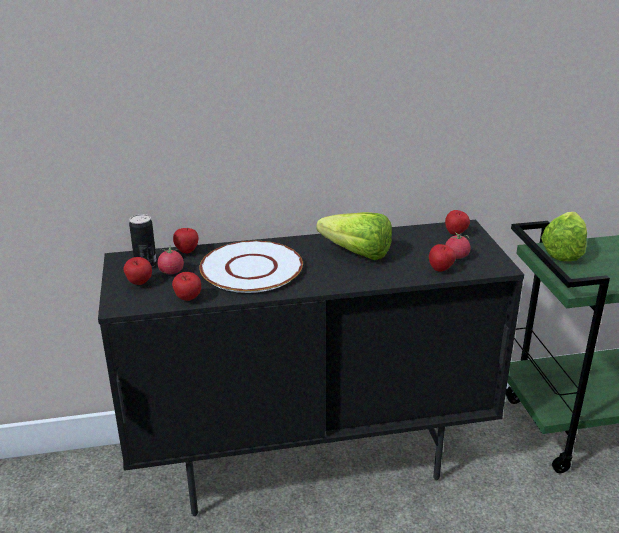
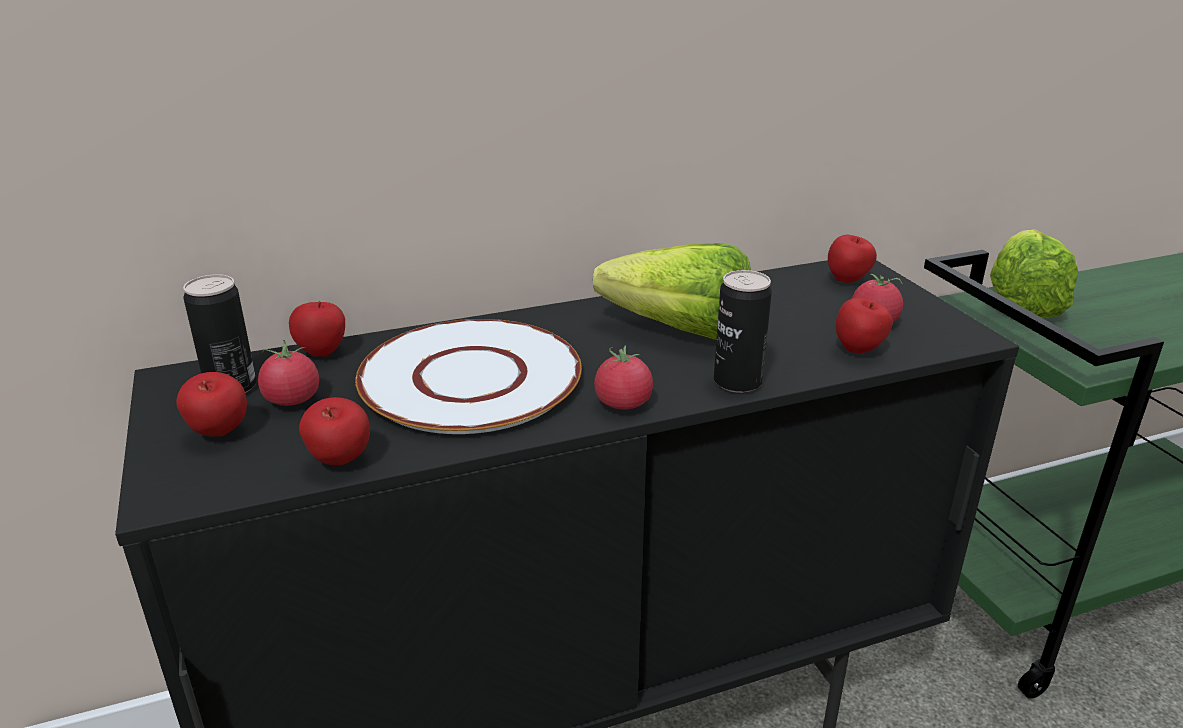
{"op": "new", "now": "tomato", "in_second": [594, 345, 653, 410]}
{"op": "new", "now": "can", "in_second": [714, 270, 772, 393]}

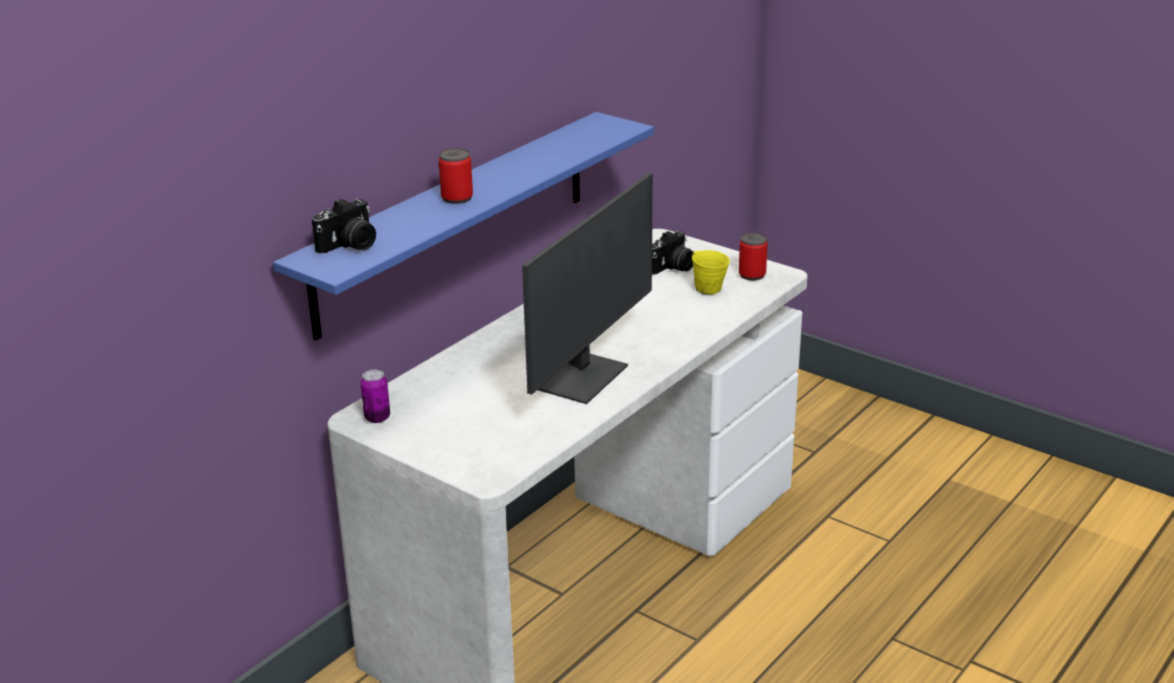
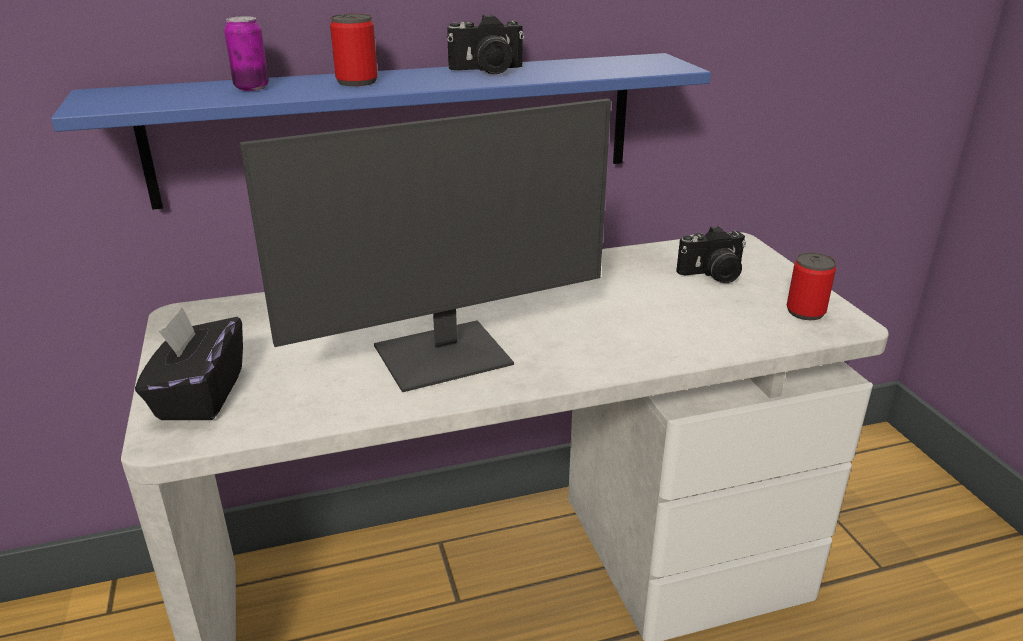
{"op": "shifted", "was": "still camera", "in_first": [312, 199, 376, 254], "in_second": [447, 14, 524, 74]}
{"op": "shifted", "was": "can", "in_first": [360, 370, 390, 423], "in_second": [224, 16, 269, 91]}
{"op": "gone", "was": "mug in yellow-coloured", "in_first": [692, 250, 730, 295]}
{"op": "new", "now": "tissue holder in blackish", "in_second": [135, 307, 243, 420]}

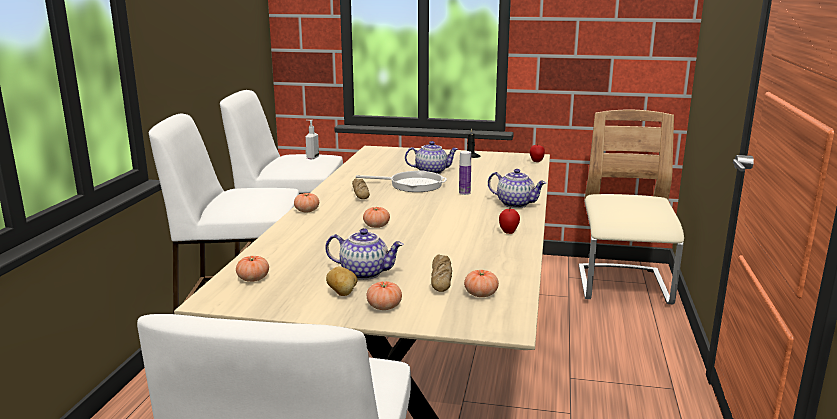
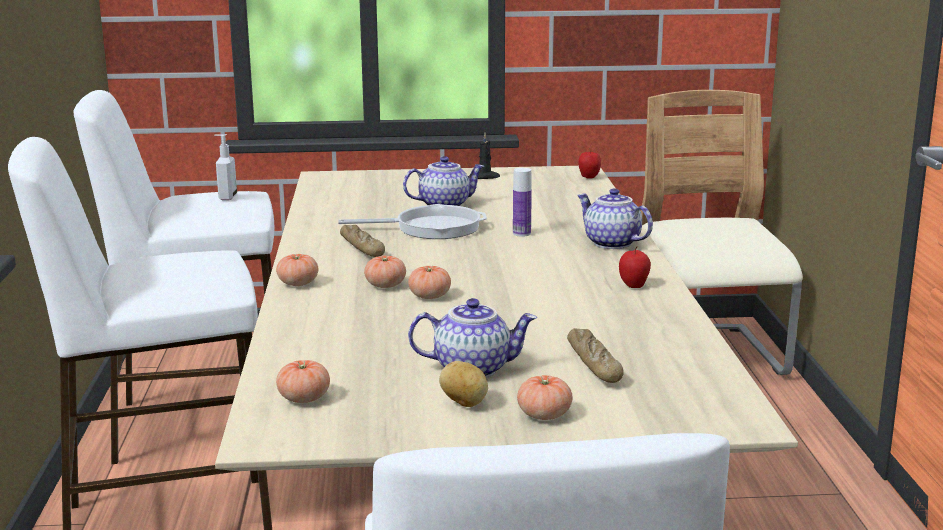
{"op": "shifted", "was": "tomato", "in_first": [464, 270, 499, 297], "in_second": [364, 255, 406, 288]}
{"op": "rotated", "was": "tea pot", "in_first": [488, 169, 546, 208], "in_second": [577, 188, 653, 249], "clockwise": -150}

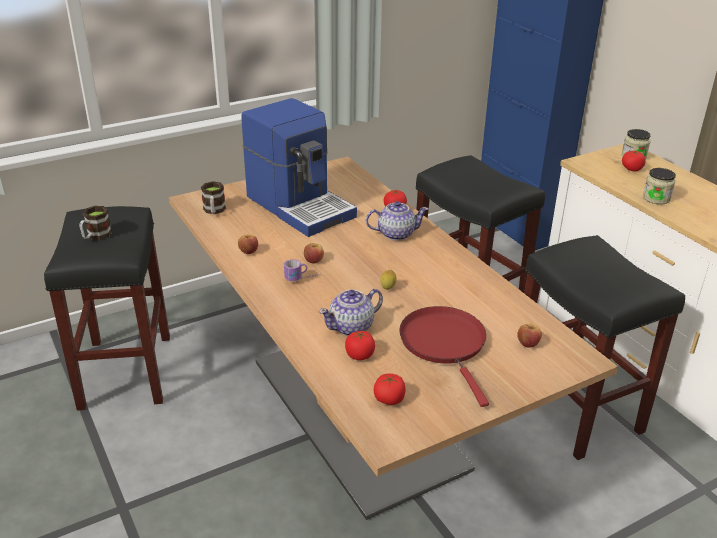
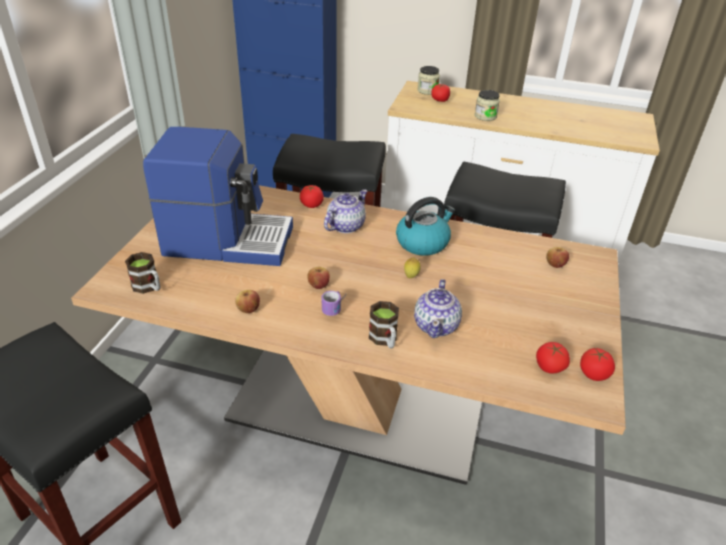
{"op": "shifted", "was": "mug", "in_first": [80, 206, 112, 240], "in_second": [369, 301, 399, 349]}
{"op": "shifted", "was": "tomato", "in_first": [345, 331, 375, 360], "in_second": [580, 348, 615, 381]}
{"op": "gone", "was": "skillet in reddish", "in_first": [399, 306, 489, 407]}
{"op": "new", "now": "tea kettle", "in_second": [396, 197, 455, 256]}

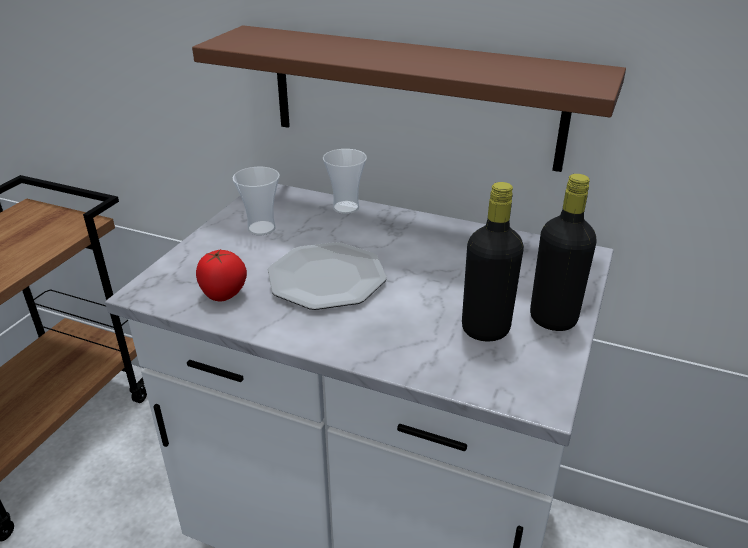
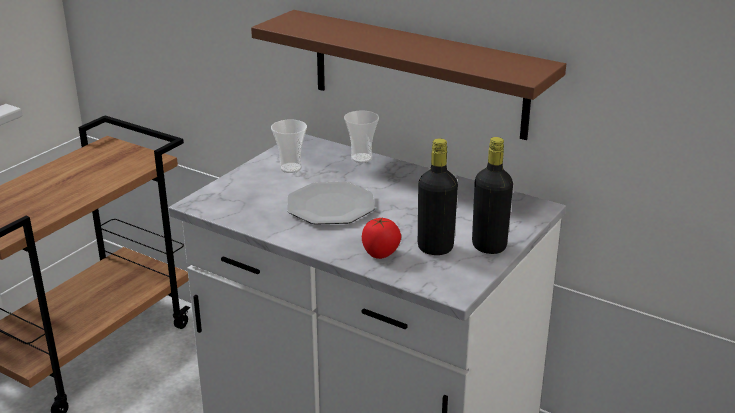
{"op": "shifted", "was": "tomato", "in_first": [196, 250, 247, 302], "in_second": [362, 217, 401, 259]}

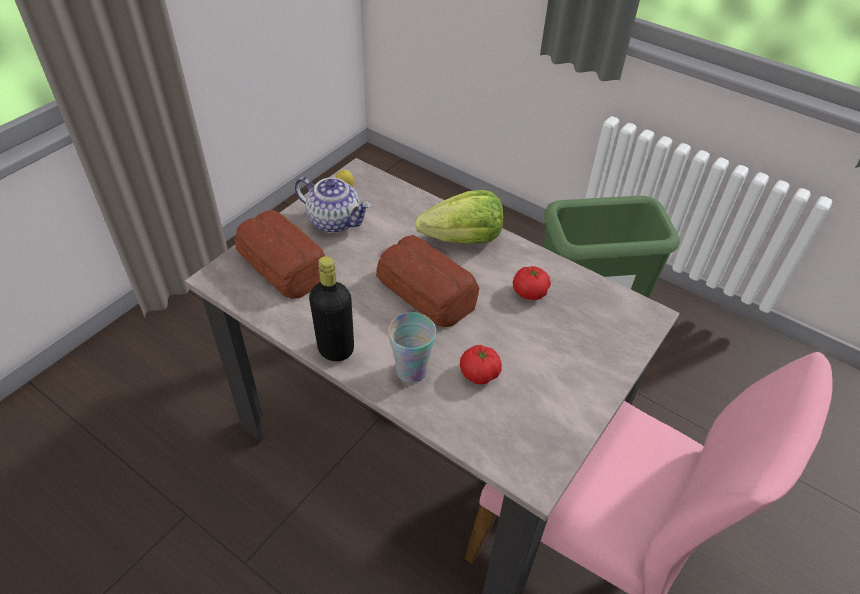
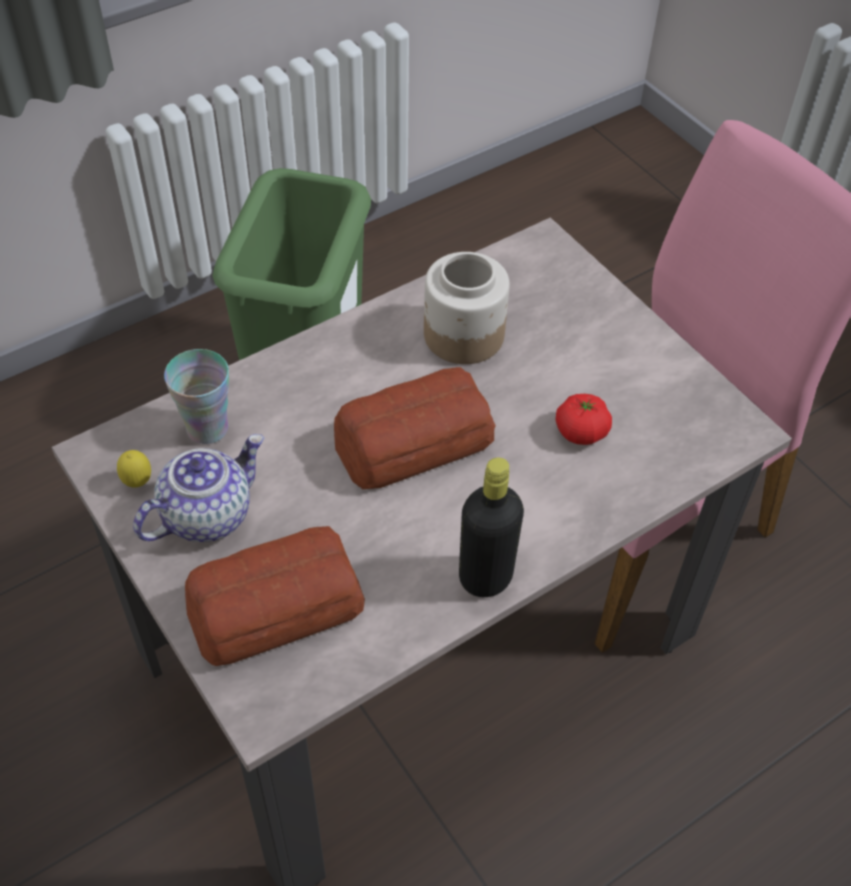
{"op": "shifted", "was": "drinking cup", "in_first": [388, 312, 436, 383], "in_second": [164, 349, 229, 444]}
{"op": "gone", "was": "lettuce head", "in_first": [415, 190, 503, 244]}
{"op": "swapped", "was": "tomato", "now": "jar", "in_first": [513, 266, 551, 300], "in_second": [424, 252, 510, 364]}

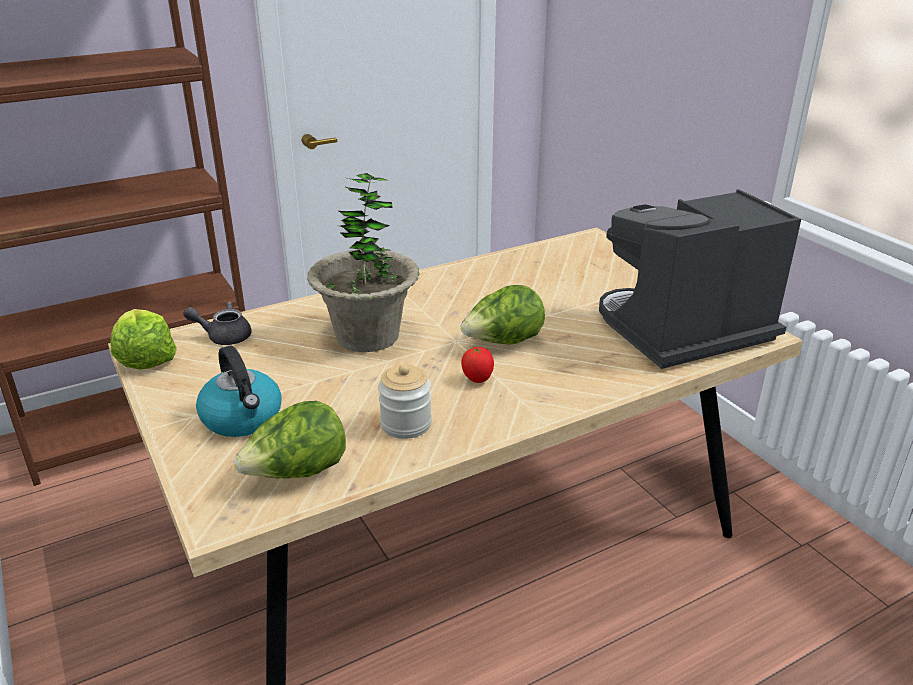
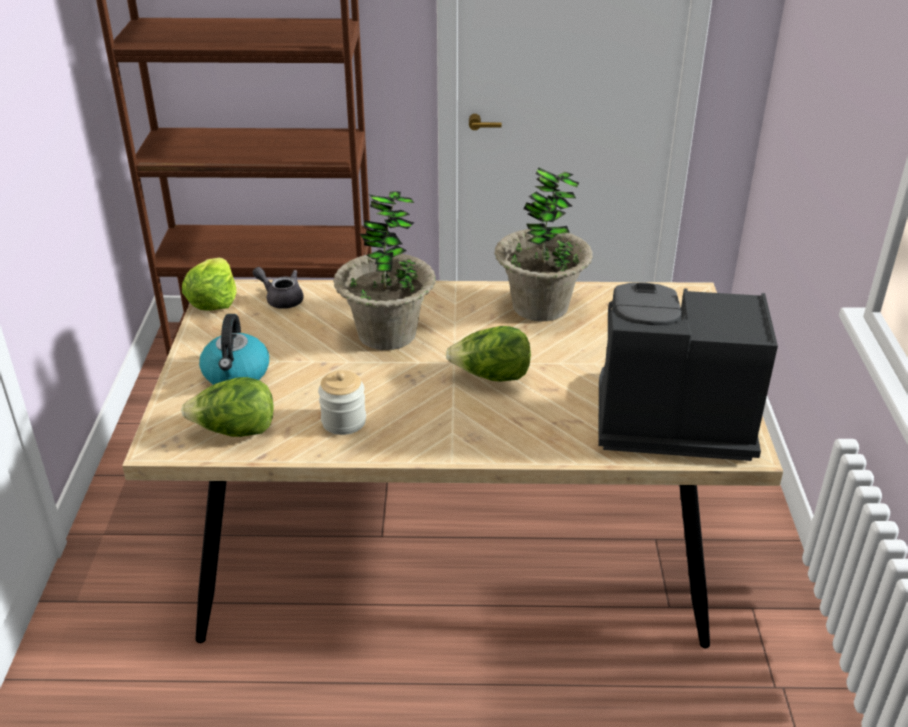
{"op": "gone", "was": "tomato", "in_first": [461, 347, 494, 383]}
{"op": "new", "now": "houseplant", "in_second": [494, 167, 593, 321]}

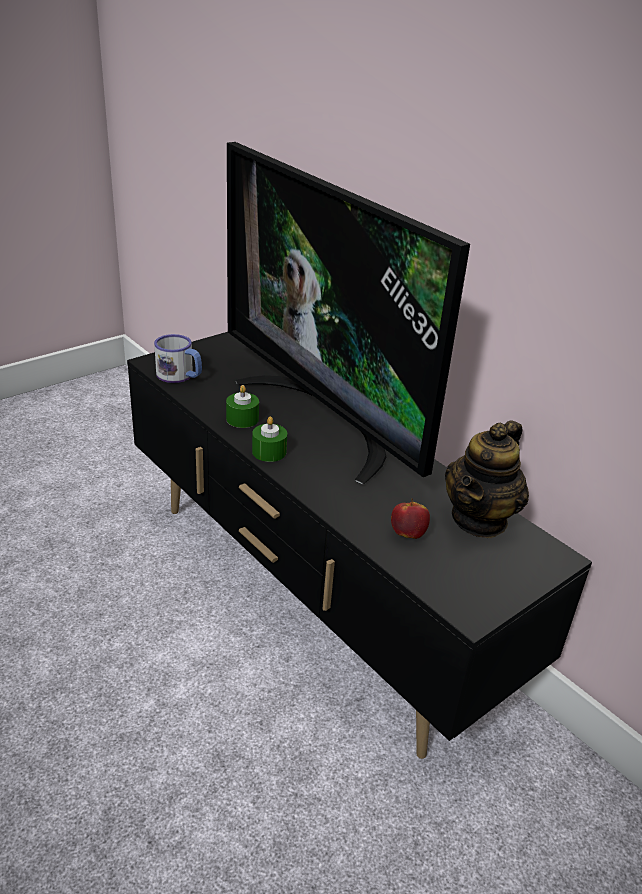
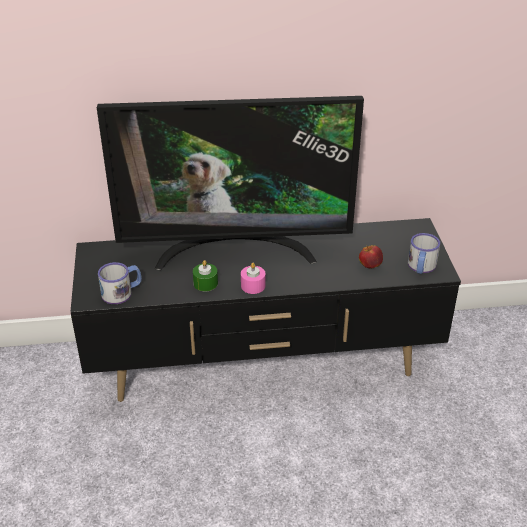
{"op": "repainted", "was": "wax light in greenish", "now": "wax light in pinkish", "in_first": [252, 416, 287, 462], "in_second": [241, 263, 265, 294]}
{"op": "gone", "was": "tea pot", "in_first": [445, 420, 529, 538]}
{"op": "new", "now": "mug", "in_second": [408, 233, 440, 274]}

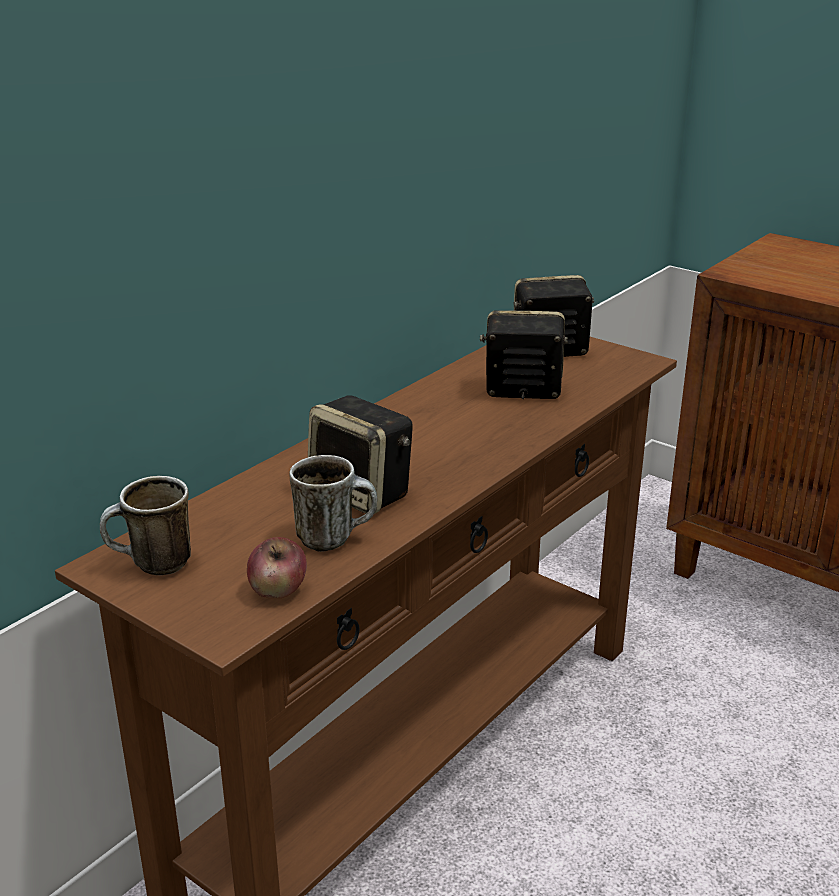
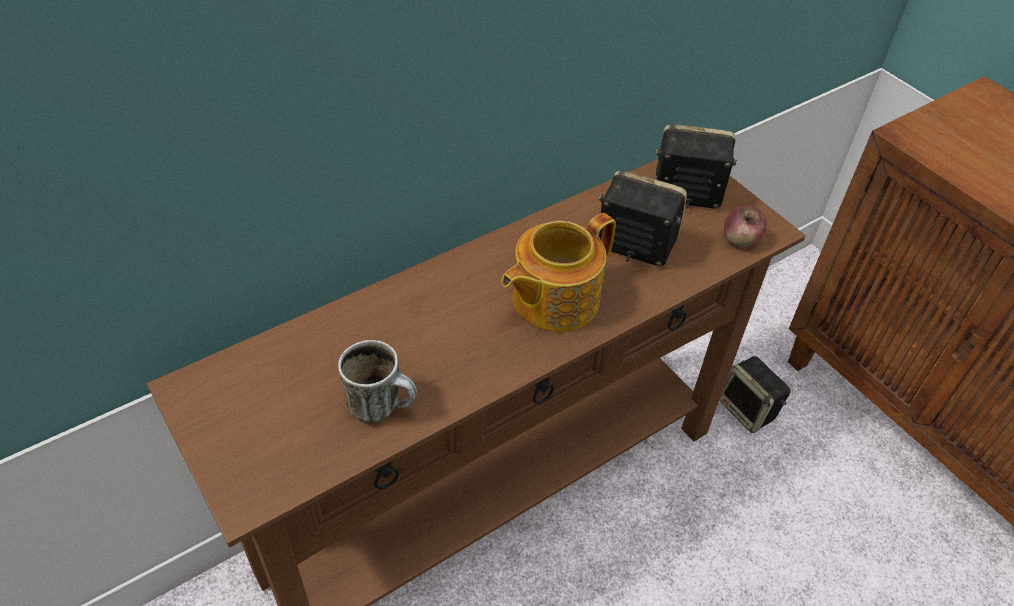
{"op": "gone", "was": "mug", "in_first": [100, 476, 191, 575]}
{"op": "shifted", "was": "apple fruit", "in_first": [247, 537, 307, 599], "in_second": [724, 205, 767, 247]}
{"op": "shifted", "was": "loudspeaker", "in_first": [308, 395, 413, 514], "in_second": [719, 356, 791, 433]}
{"op": "new", "now": "tea pot", "in_second": [501, 213, 616, 332]}

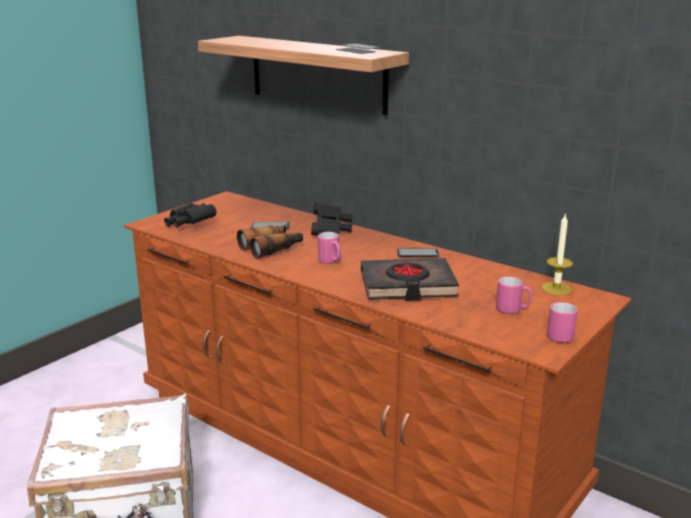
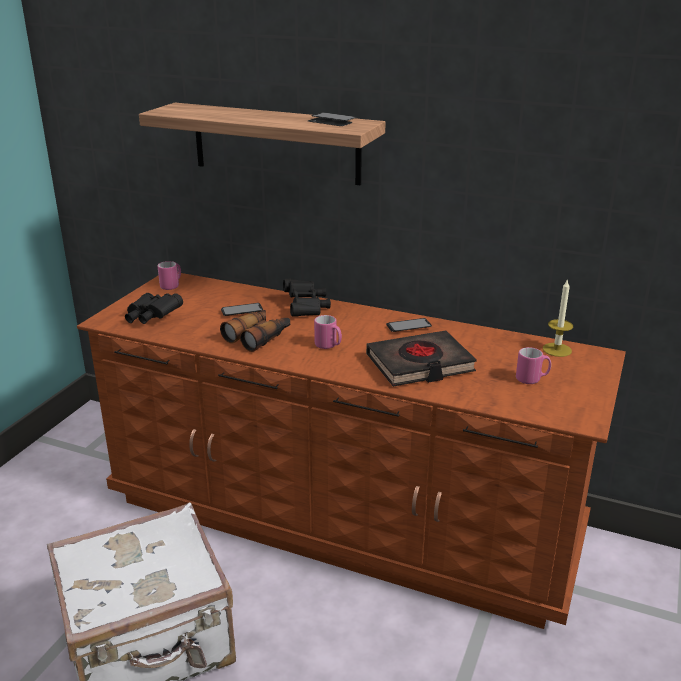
{"op": "shifted", "was": "mug in pinkish", "in_first": [547, 302, 578, 343], "in_second": [158, 261, 181, 290]}

